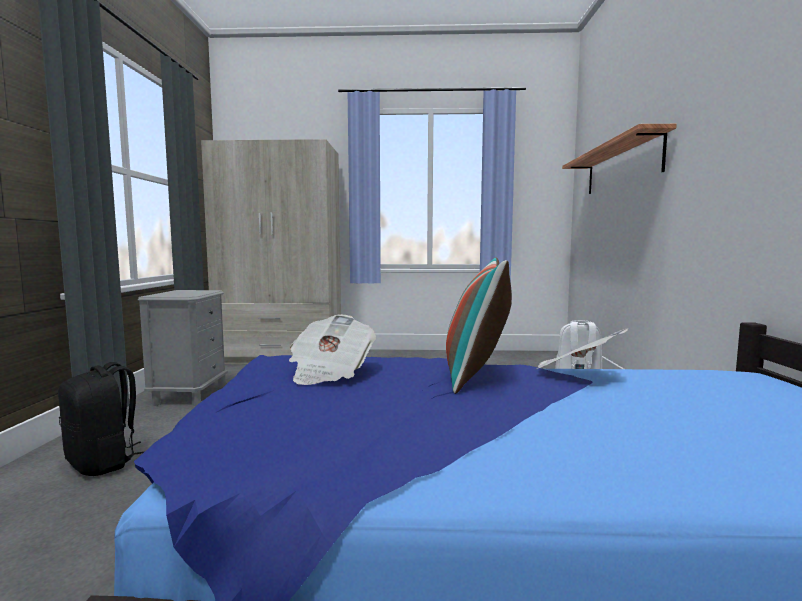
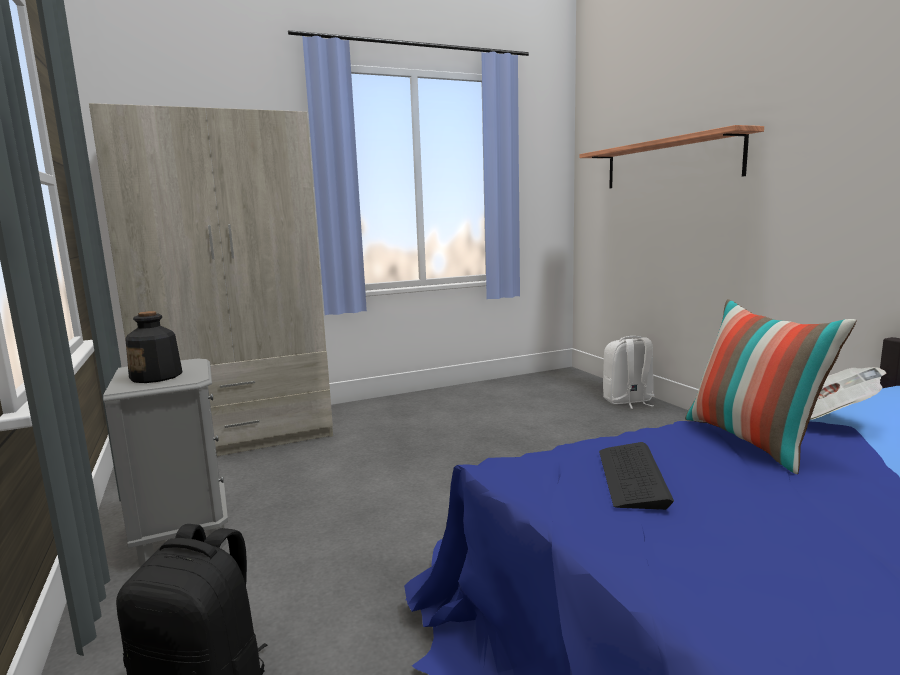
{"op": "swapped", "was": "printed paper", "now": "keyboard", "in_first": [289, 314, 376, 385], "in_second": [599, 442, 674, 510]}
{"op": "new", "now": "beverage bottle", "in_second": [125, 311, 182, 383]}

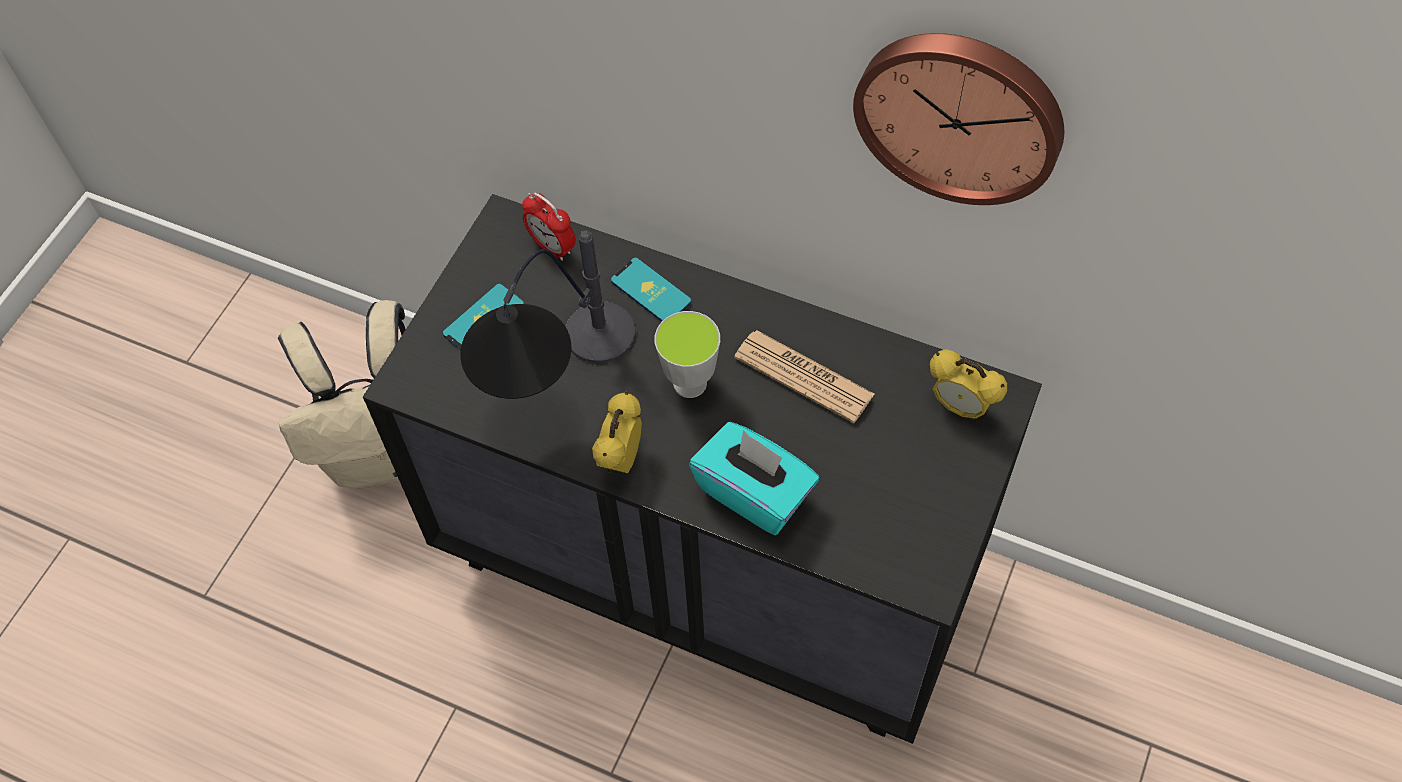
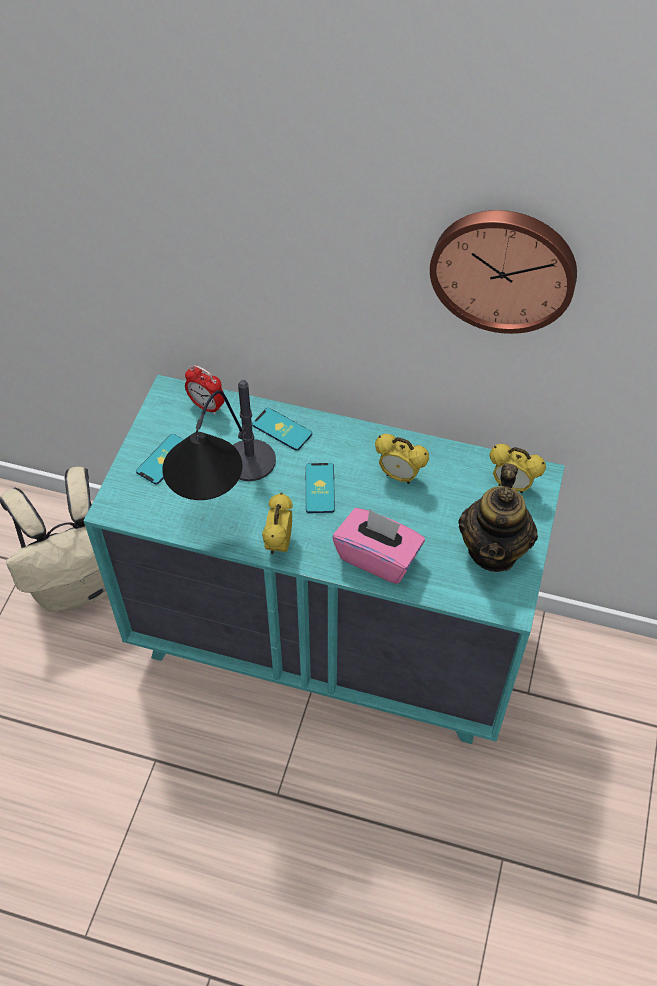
{"op": "repainted", "was": "chest of drawers in blackish", "now": "chest of drawers in turquoise", "in_first": [363, 194, 1042, 744], "in_second": [84, 375, 565, 744]}
{"op": "swapped", "was": "drinking cup", "now": "phone", "in_first": [655, 311, 720, 398], "in_second": [306, 463, 335, 513]}
{"op": "repainted", "was": "tissue holder in turquoise", "now": "tissue holder in pinkish", "in_first": [689, 422, 819, 536], "in_second": [333, 508, 425, 584]}
{"op": "swapped", "was": "printed paper", "now": "table clock", "in_first": [734, 330, 875, 423], "in_second": [375, 434, 429, 484]}
{"op": "new", "now": "tea pot", "in_second": [458, 463, 538, 572]}

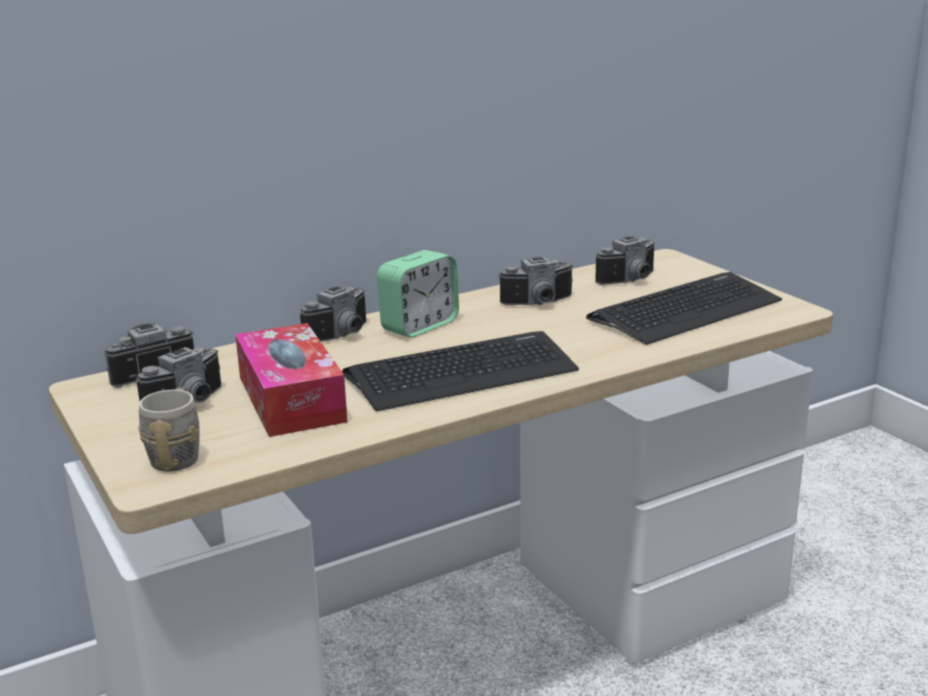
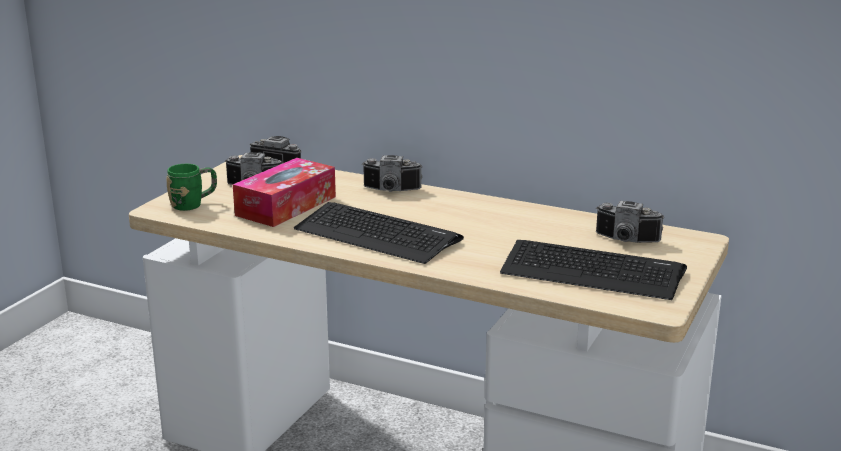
{"op": "repainted", "was": "mug in gray", "now": "mug in greenish", "in_first": [138, 388, 200, 472], "in_second": [166, 164, 217, 211]}
{"op": "gone", "was": "table clock", "in_first": [377, 250, 459, 337]}
{"op": "gone", "was": "still camera", "in_first": [498, 257, 573, 305]}

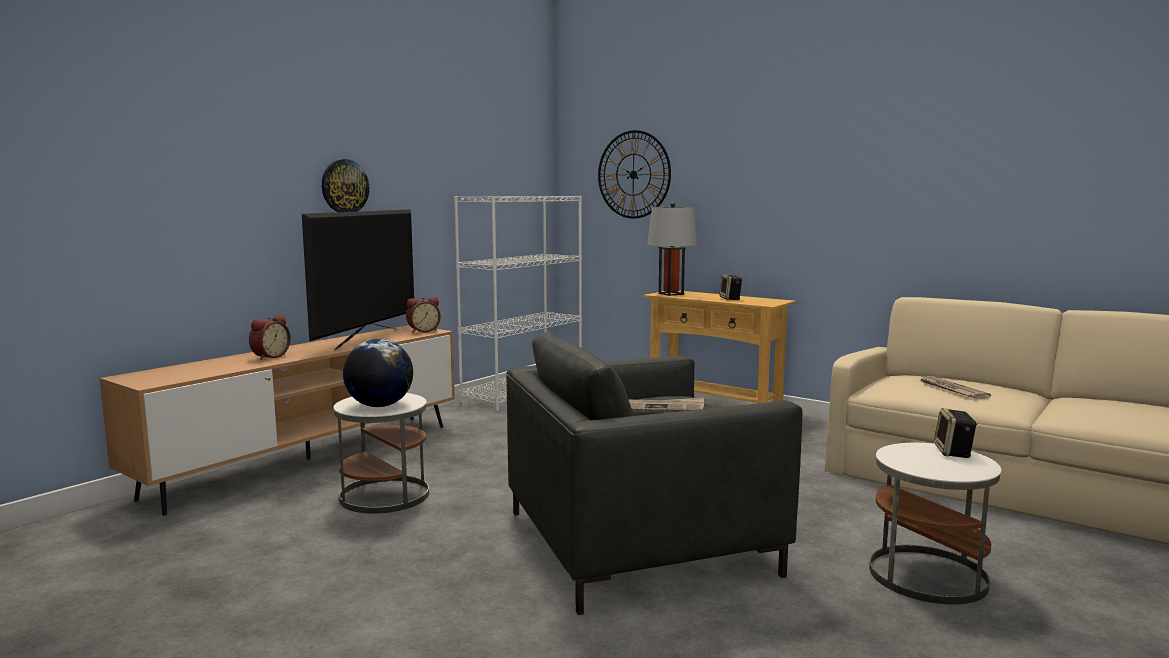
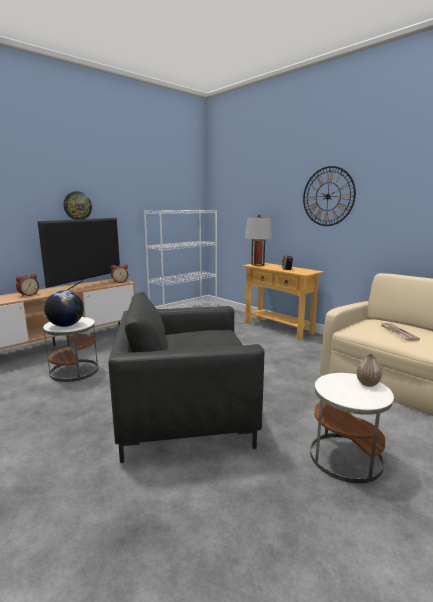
{"op": "shifted", "was": "hanging clock", "in_first": [598, 130, 671, 219], "in_second": [303, 166, 356, 226]}
{"op": "gone", "was": "printed paper", "in_first": [629, 397, 704, 412]}
{"op": "swapped", "was": "loudspeaker", "now": "vase", "in_first": [934, 408, 977, 458], "in_second": [357, 354, 382, 387]}

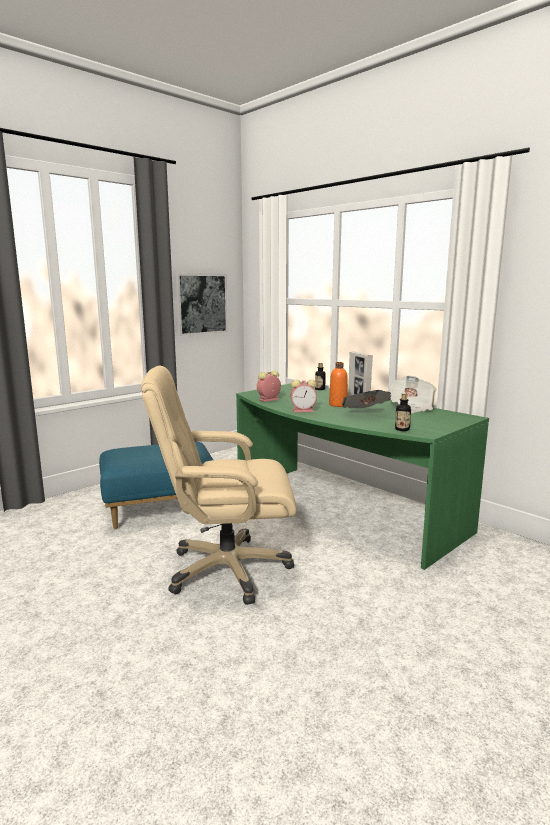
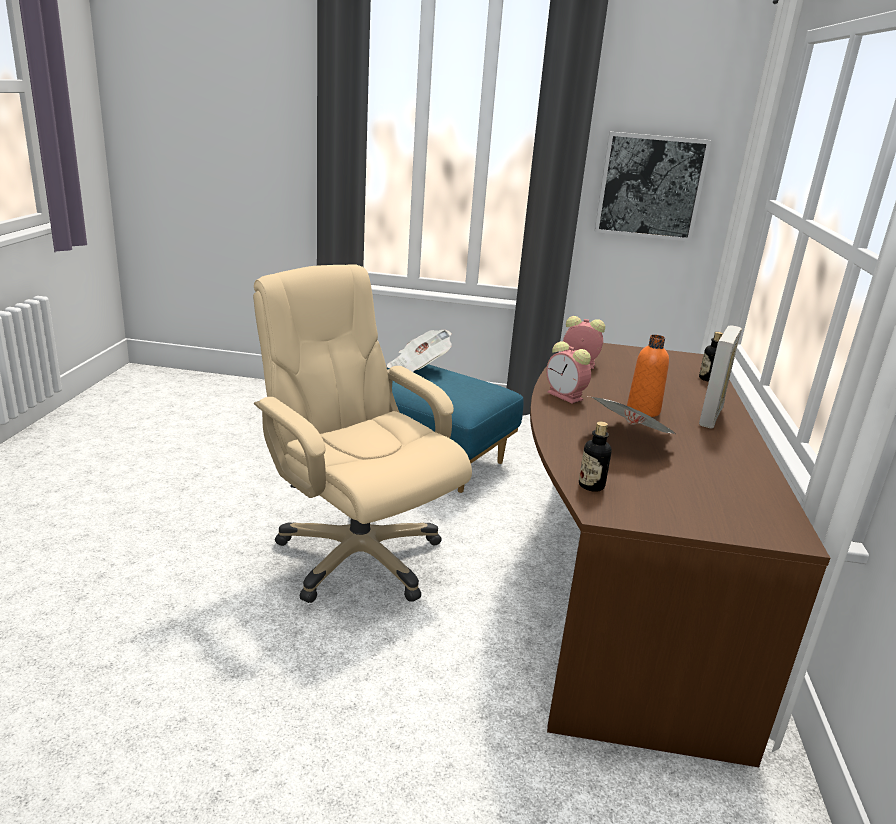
{"op": "repainted", "was": "desk unit in greenish", "now": "desk unit in brownish", "in_first": [236, 383, 489, 570], "in_second": [530, 343, 830, 767]}
{"op": "shifted", "was": "printed paper", "in_first": [389, 376, 437, 413], "in_second": [387, 330, 452, 372]}

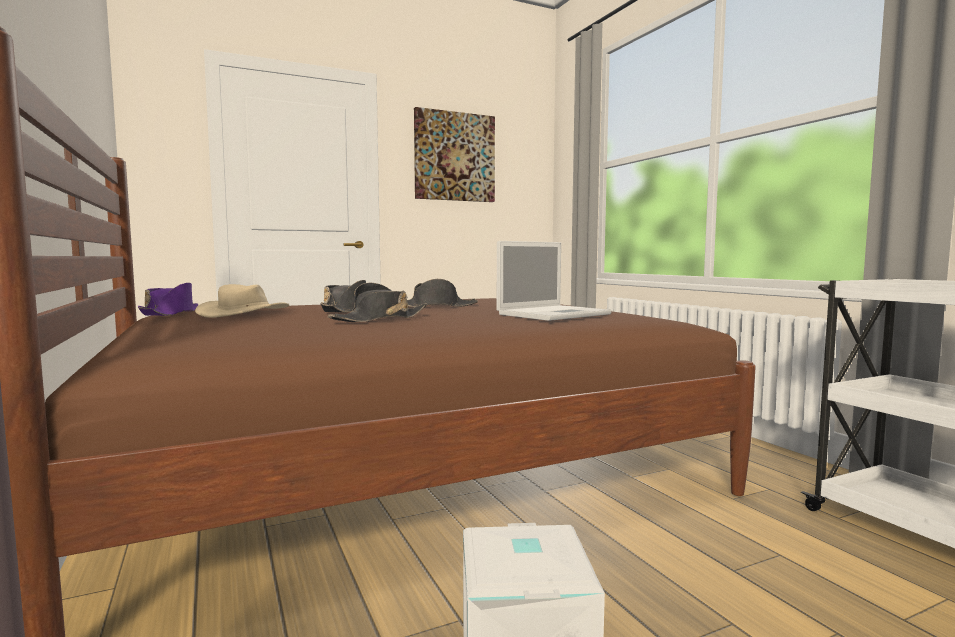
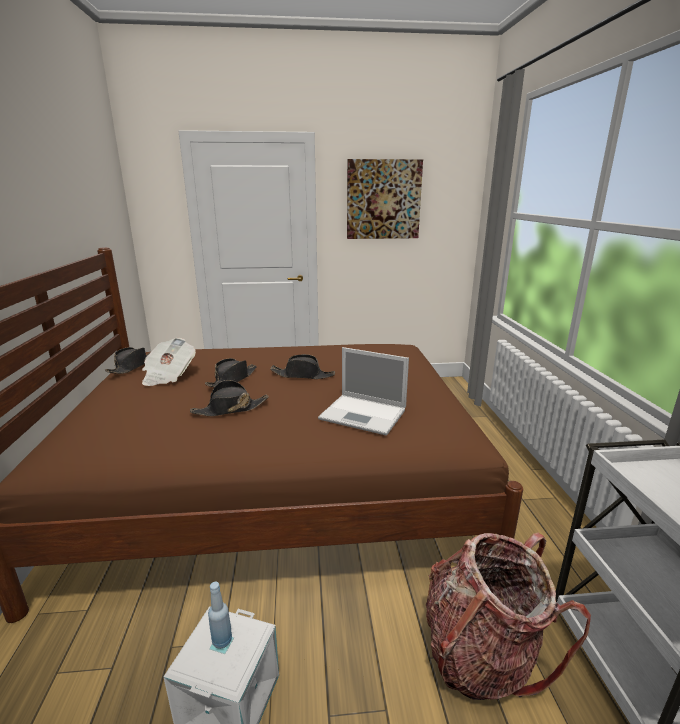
{"op": "repainted", "was": "clothing hat in purple", "now": "clothing hat in blackish", "in_first": [138, 283, 198, 316], "in_second": [105, 347, 151, 374]}
{"op": "swapped", "was": "clothing hat in beige", "now": "printed paper", "in_first": [195, 284, 289, 318], "in_second": [142, 338, 196, 386]}
{"op": "rotated", "was": "portable computer", "in_first": [497, 241, 612, 321], "in_second": [318, 347, 409, 436], "clockwise": 45}
{"op": "new", "now": "beverage bottle in blue", "in_second": [208, 582, 232, 649]}
{"op": "new", "now": "backpack", "in_second": [426, 533, 591, 700]}

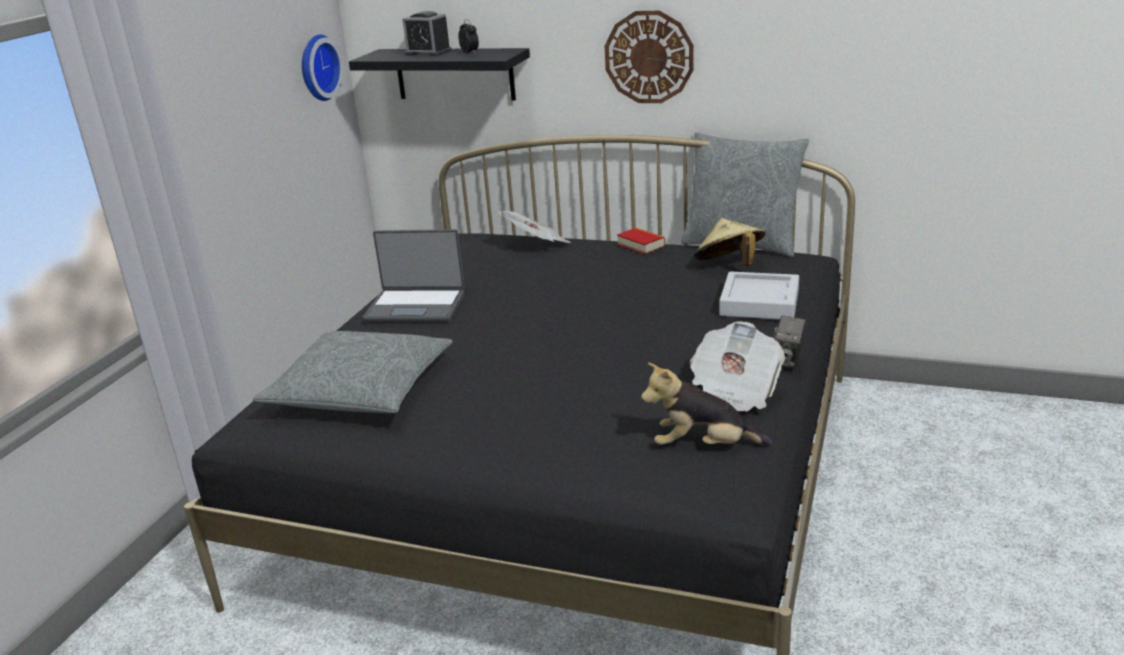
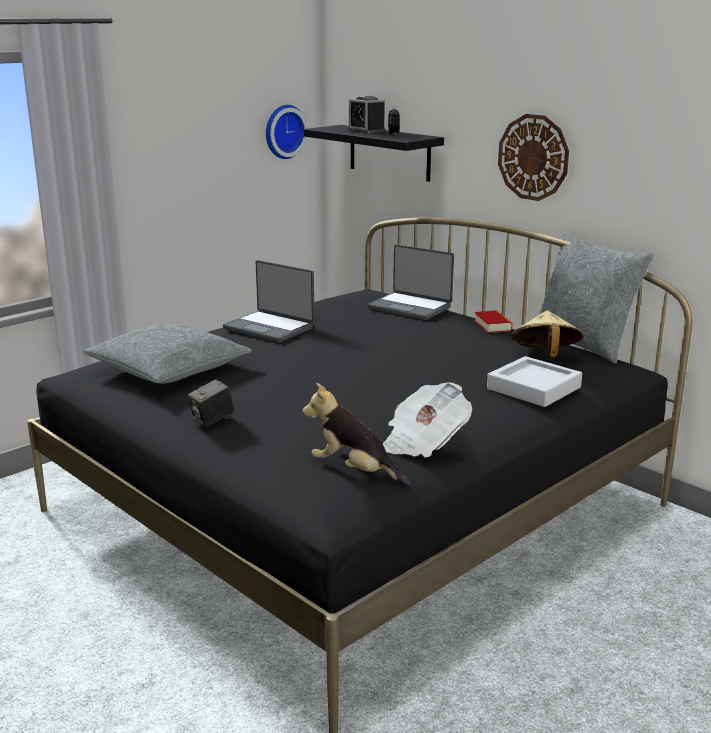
{"op": "swapped", "was": "printed paper", "now": "portable computer", "in_first": [497, 211, 571, 243], "in_second": [367, 244, 454, 320]}
{"op": "shifted", "was": "still camera", "in_first": [774, 316, 806, 368], "in_second": [188, 379, 234, 428]}

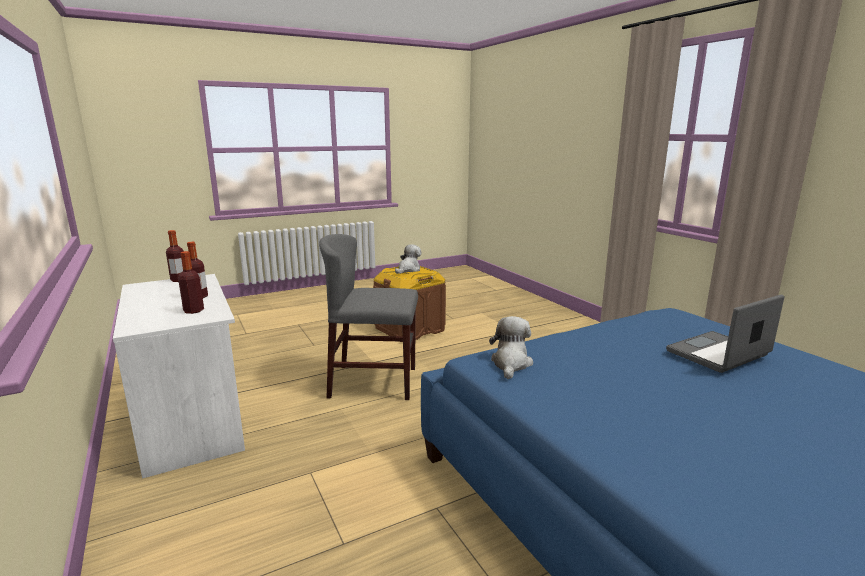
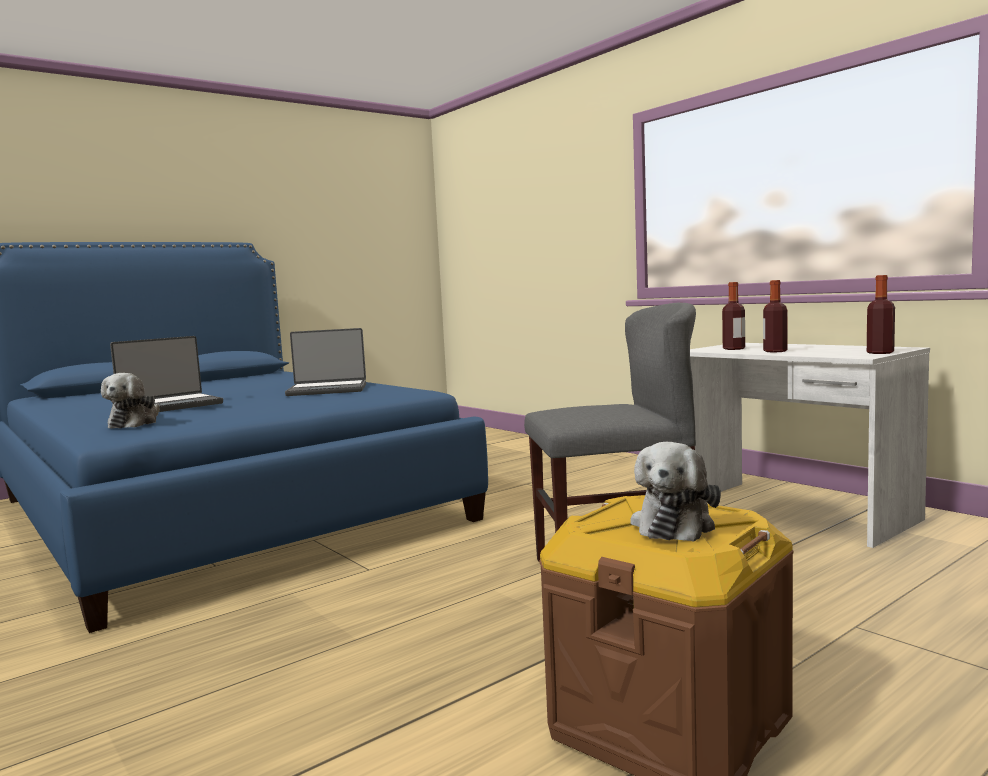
{"op": "shifted", "was": "plush toy", "in_first": [489, 316, 533, 379], "in_second": [101, 373, 160, 429]}
{"op": "new", "now": "portable computer", "in_second": [285, 328, 366, 396]}

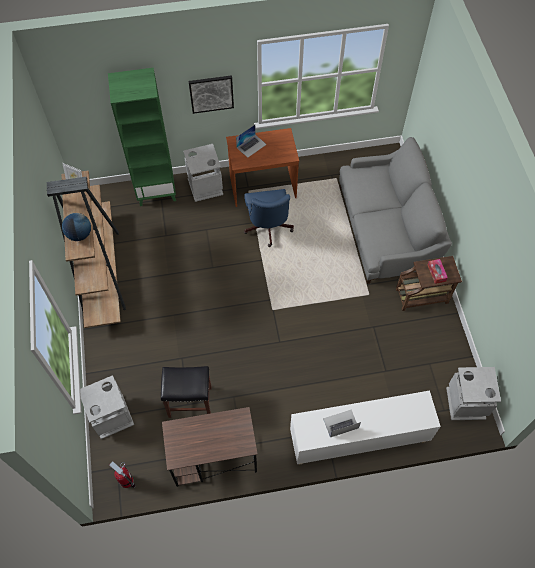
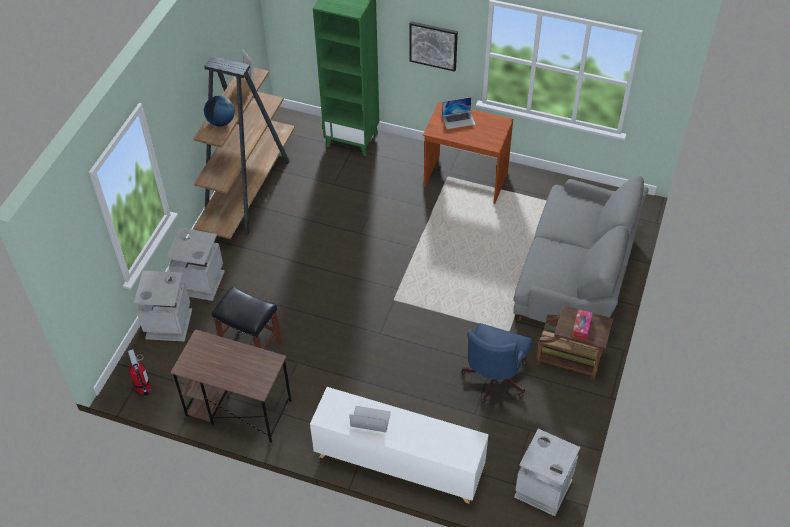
{"op": "shifted", "was": "trash can in gray", "in_first": [183, 144, 223, 202], "in_second": [166, 228, 225, 301]}
{"op": "shifted", "was": "desk chair in blue", "in_first": [244, 189, 294, 247], "in_second": [461, 323, 532, 403]}

